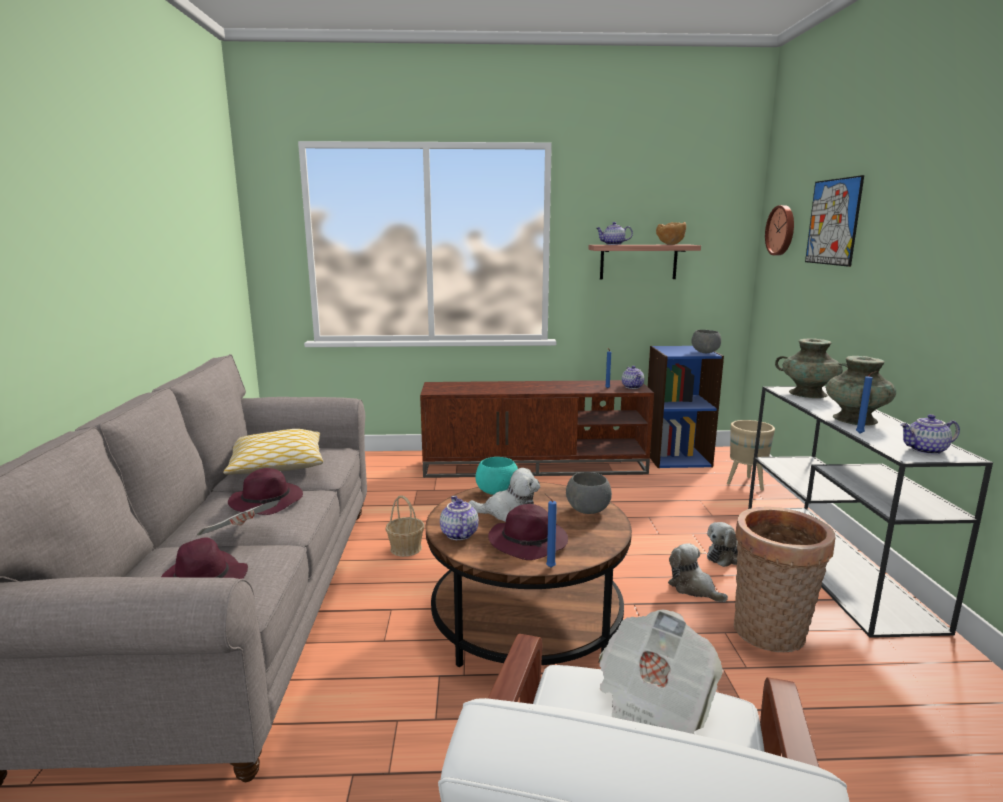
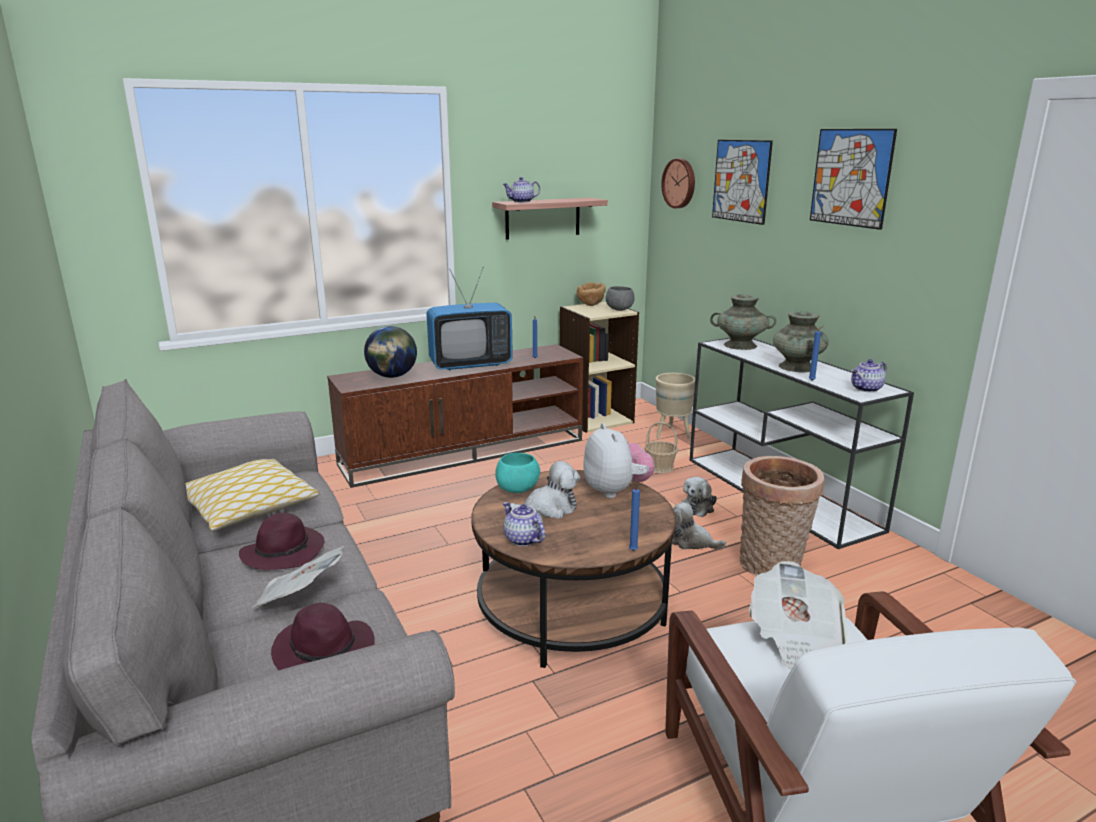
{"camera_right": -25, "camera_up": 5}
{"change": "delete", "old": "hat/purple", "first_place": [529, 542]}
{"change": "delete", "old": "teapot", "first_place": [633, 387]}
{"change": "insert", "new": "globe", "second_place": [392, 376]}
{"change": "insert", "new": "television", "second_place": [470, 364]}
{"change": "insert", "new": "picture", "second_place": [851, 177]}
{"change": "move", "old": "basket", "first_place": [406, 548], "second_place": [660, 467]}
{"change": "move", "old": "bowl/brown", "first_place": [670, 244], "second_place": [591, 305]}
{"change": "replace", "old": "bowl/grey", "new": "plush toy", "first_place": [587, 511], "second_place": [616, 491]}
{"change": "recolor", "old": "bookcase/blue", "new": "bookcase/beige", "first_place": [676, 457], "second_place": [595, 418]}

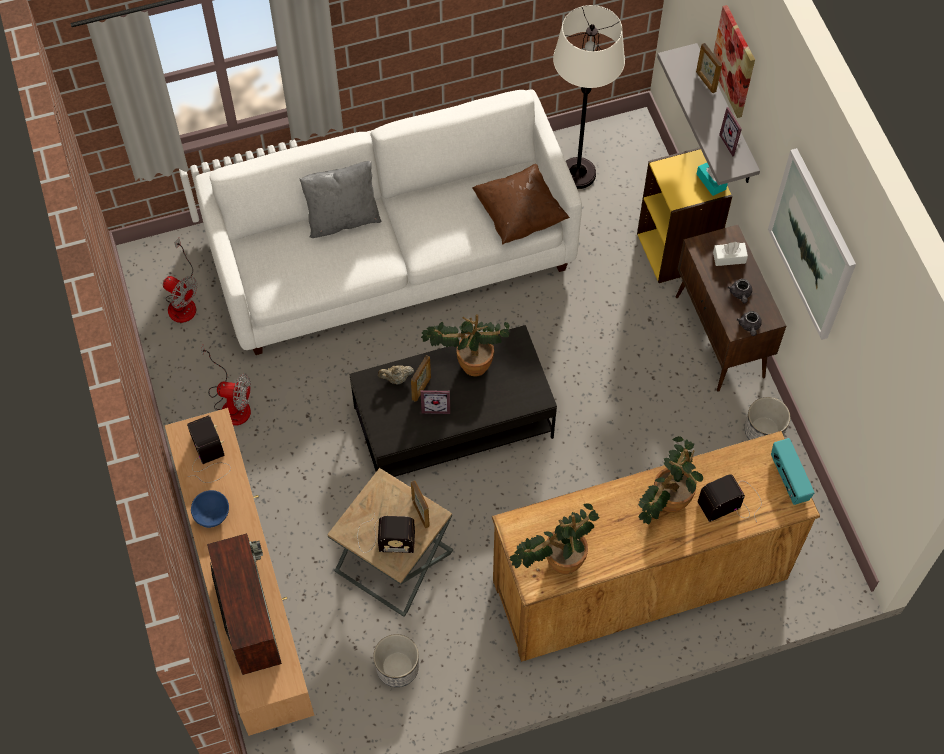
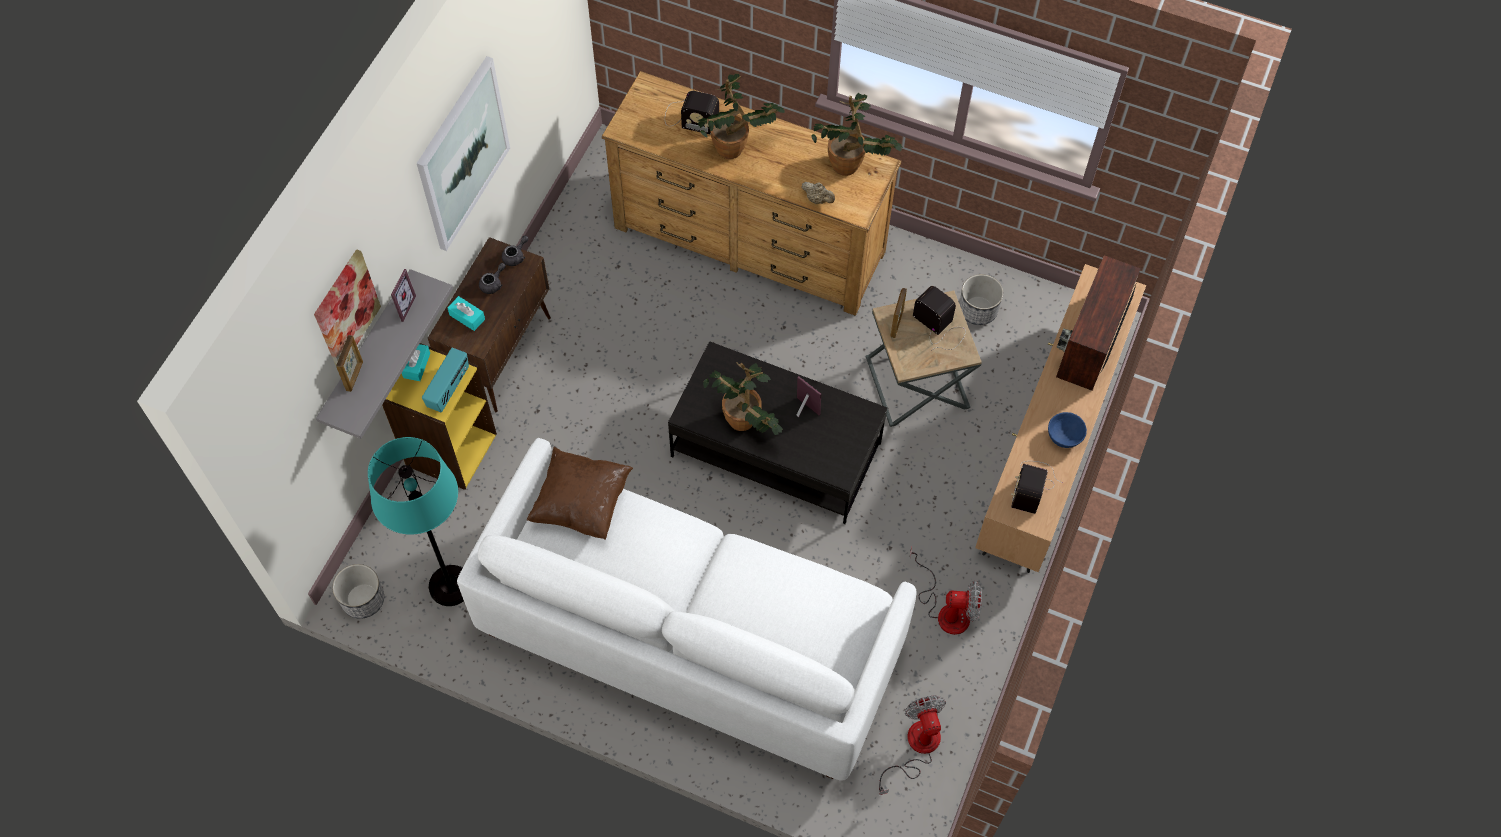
{"camera_right": -140, "camera_up": 0}
{"change": "delete", "old": "pillow/grey", "first_place": [342, 219]}
{"change": "delete", "old": "picture frame", "first_place": [421, 388]}
{"change": "move", "old": "teapot/beige", "first_place": [396, 379], "second_place": [818, 199]}
{"change": "move", "old": "planter", "first_place": [763, 431], "second_place": [363, 599]}
{"change": "move", "old": "radio", "first_place": [788, 479], "second_place": [449, 389]}
{"change": "recolor", "old": "floor lamp/white", "new": "floor lamp/turquoise", "first_place": [578, 173], "second_place": [450, 586]}
{"change": "recolor", "old": "tissue box/white", "new": "tissue box/turquoise", "first_place": [729, 258], "second_place": [467, 317]}
{"change": "rotate", "old": "fan", "first_place": [231, 403], "second_place": [946, 609], "degrees": 135}

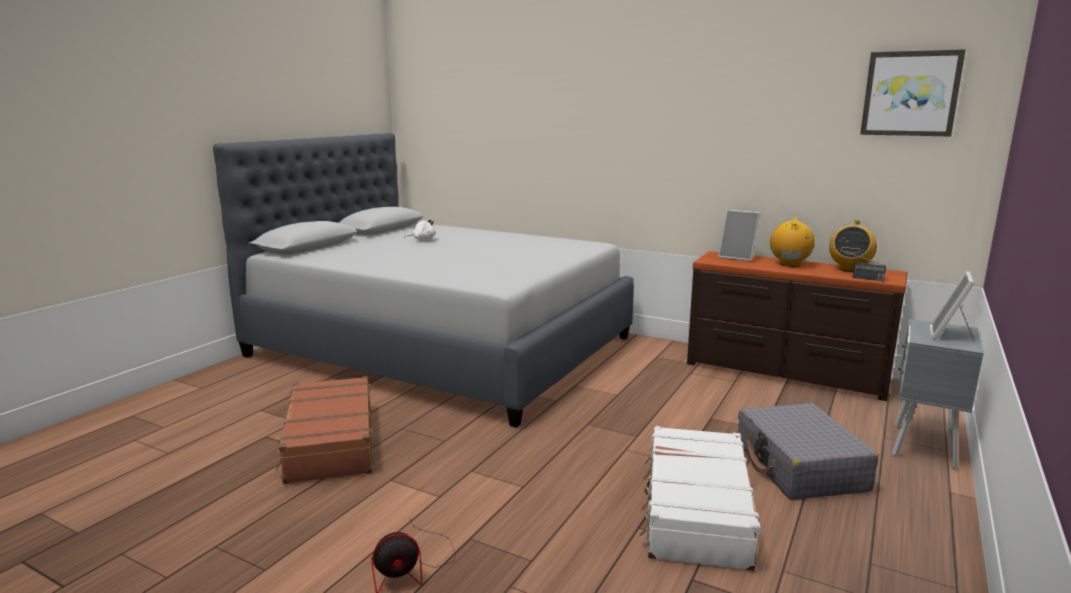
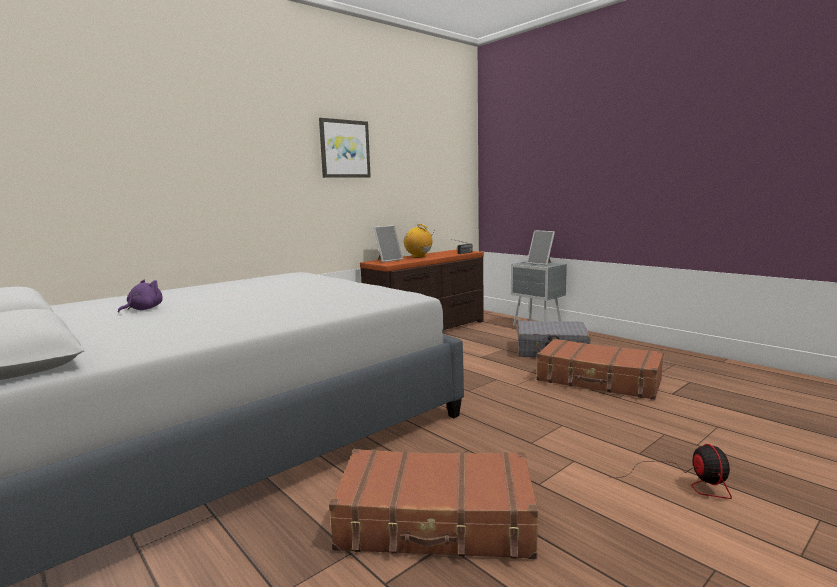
{"camera_right": -70, "camera_up": -5}
{"change": "delete", "old": "radio", "first_place": [849, 269]}
{"change": "move", "old": "picture", "first_place": [910, 93], "second_place": [344, 149]}
{"change": "recolor", "old": "plush toy/white", "new": "plush toy/purple", "first_place": [422, 240], "second_place": [143, 309]}
{"change": "recolor", "old": "suitcase/white", "new": "suitcase/brown", "first_place": [695, 510], "second_place": [598, 380]}

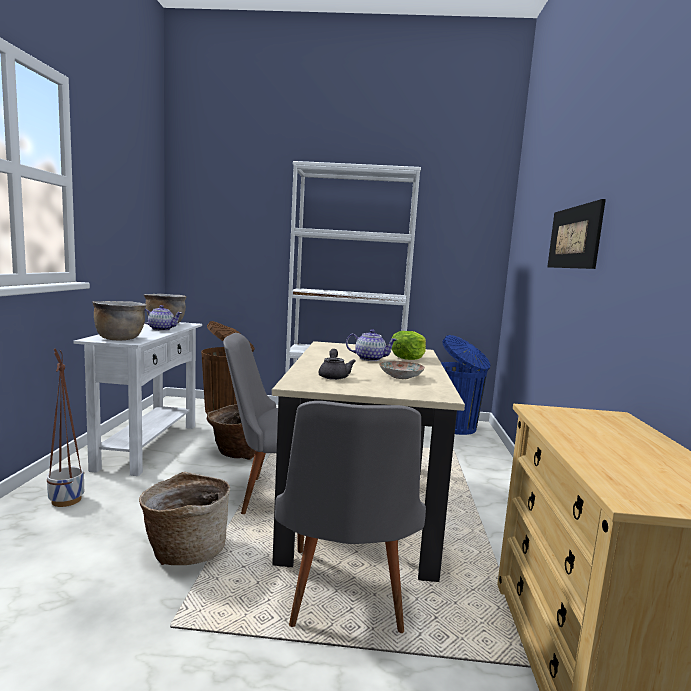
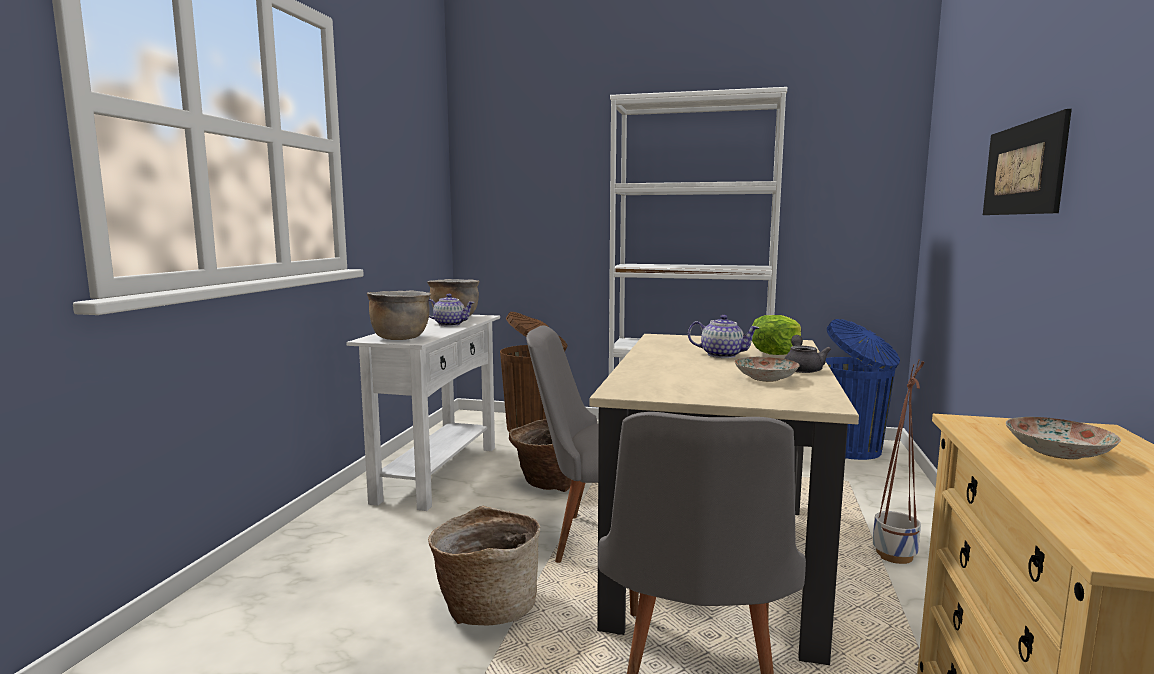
{"camera_right": 10, "camera_up": 0}
{"change": "insert", "new": "plate", "second_place": [1059, 452]}
{"change": "move", "old": "planter", "first_place": [67, 500], "second_place": [895, 555]}
{"change": "move", "old": "teapot/grey", "first_place": [334, 376], "second_place": [802, 369]}

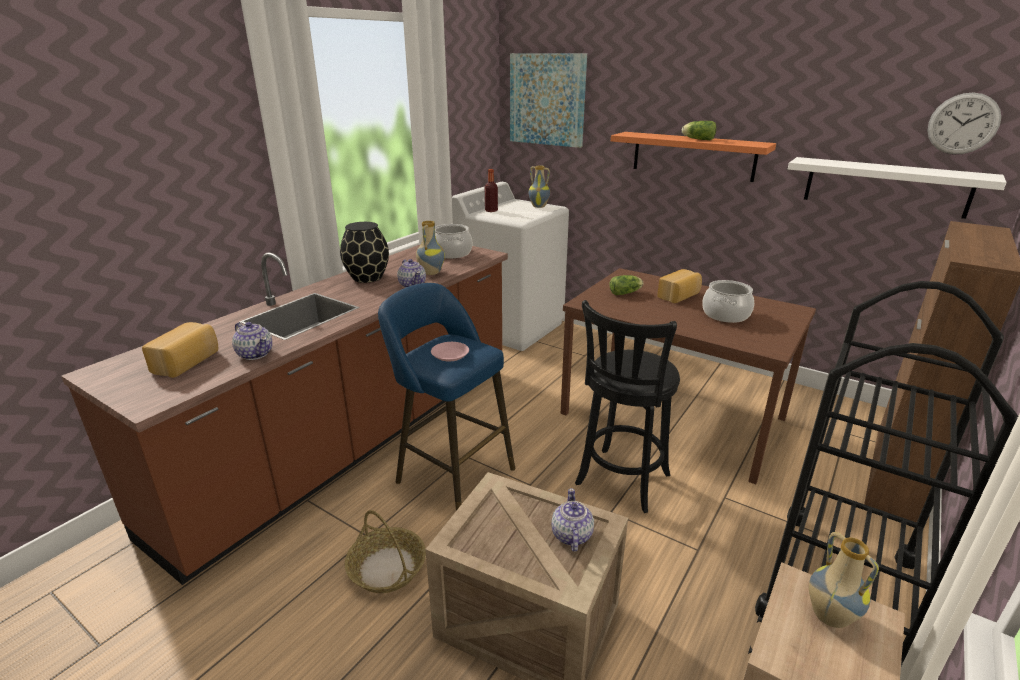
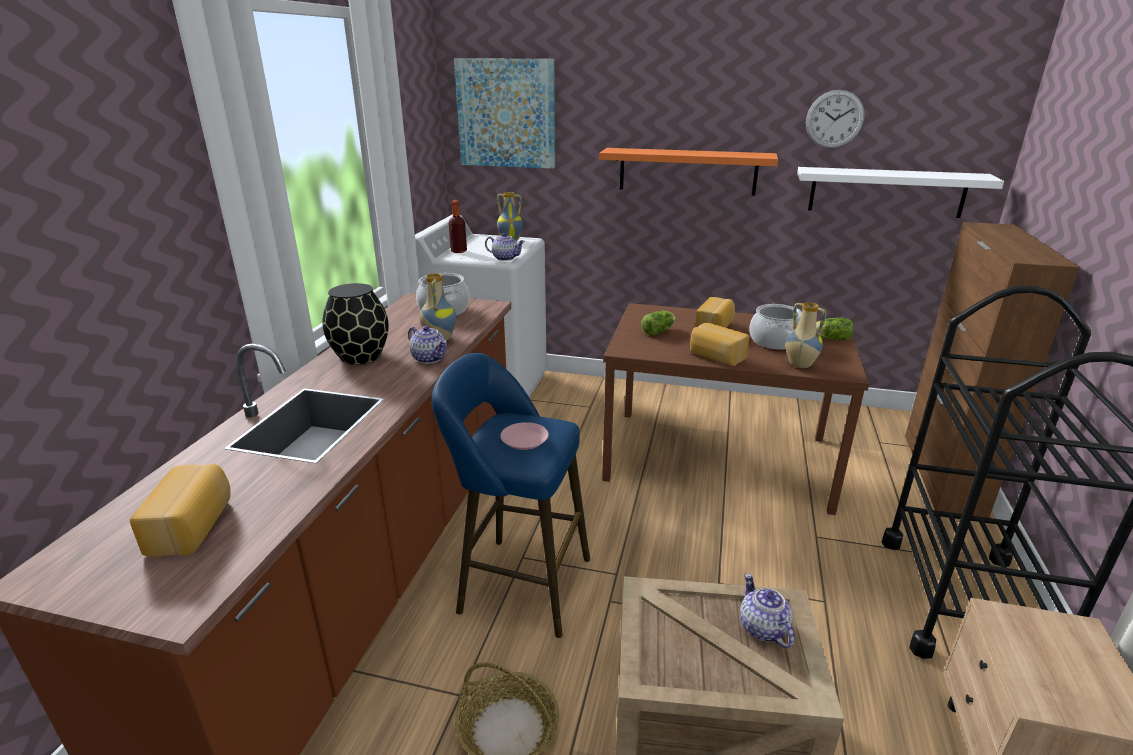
{"camera_right": -20, "camera_up": 0}
{"change": "delete", "old": "stool/black", "first_place": [620, 482]}
{"change": "insert", "new": "bread", "second_place": [716, 356]}
{"change": "move", "old": "teapot", "first_place": [255, 354], "second_place": [505, 258]}
{"change": "move", "old": "lettuce", "first_place": [697, 139], "second_place": [829, 339]}
{"change": "move", "old": "vase", "first_place": [828, 616], "second_place": [799, 365]}
{"change": "move", "old": "wall clock", "first_place": [963, 124], "second_place": [834, 119]}

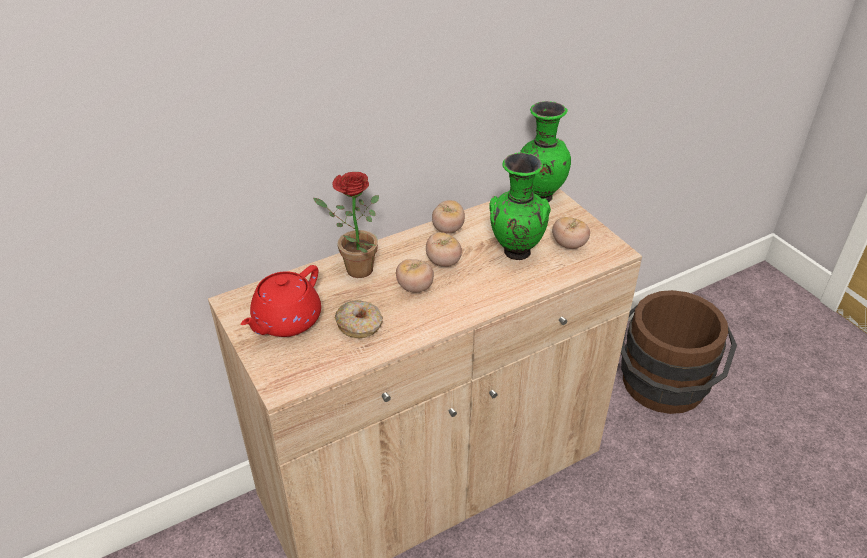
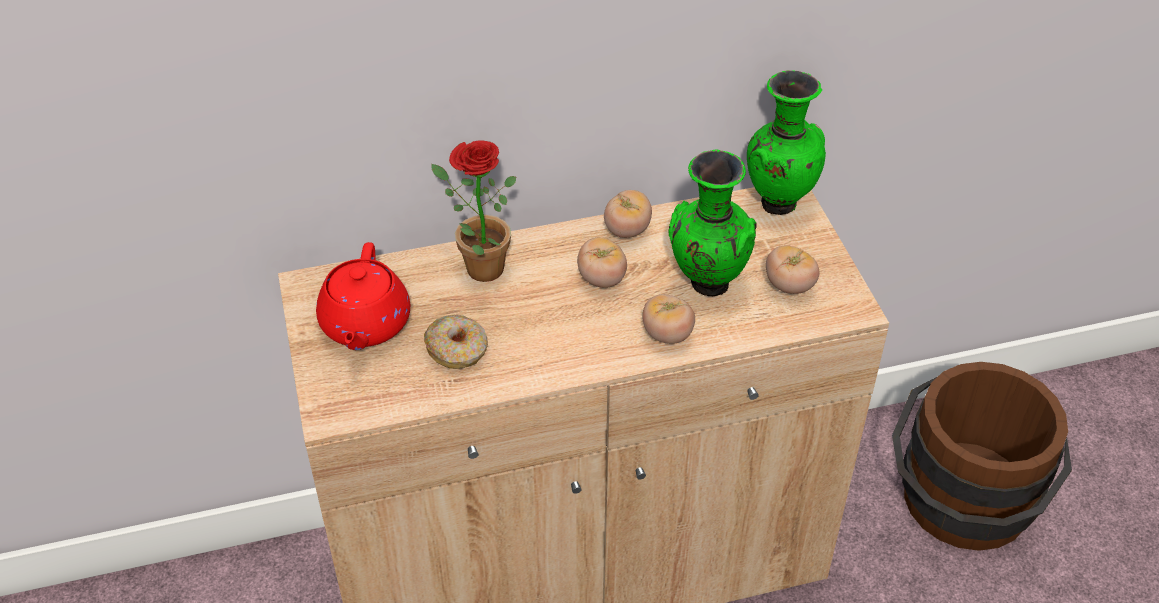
{"camera_right": 15, "camera_up": 5}
{"change": "move", "old": "tomato", "first_place": [415, 287], "second_place": [667, 334]}
{"change": "rotate", "old": "teapot/red", "first_place": [286, 321], "second_place": [365, 325], "degrees": -45}

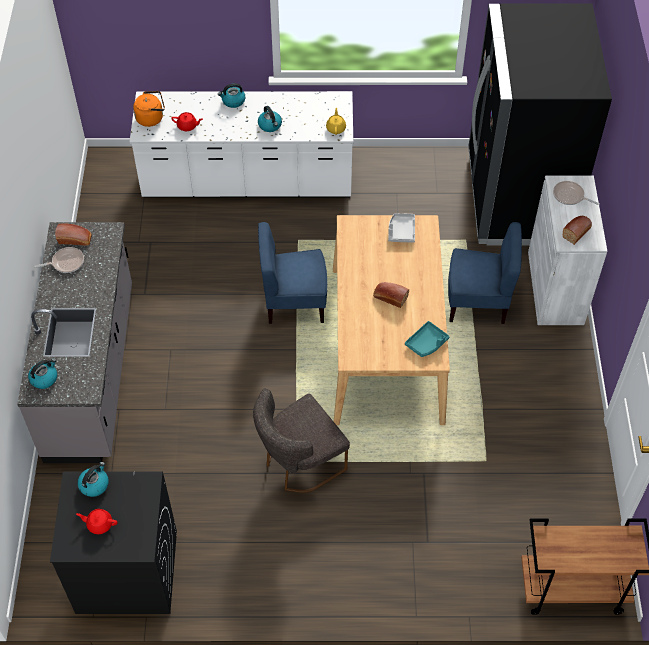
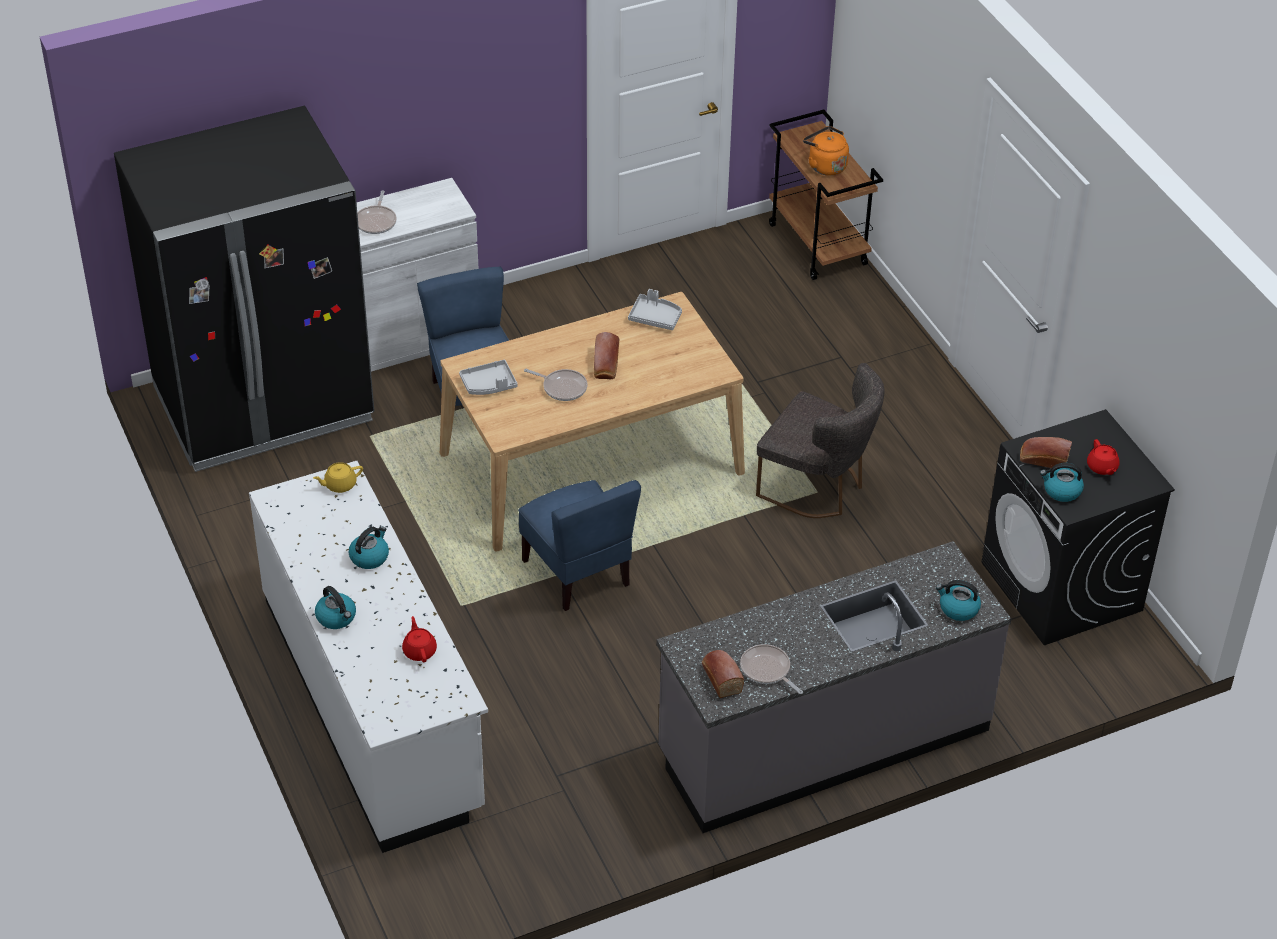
{"camera_right": -115, "camera_up": -10}
{"change": "insert", "new": "frying pan", "second_place": [562, 387]}
{"change": "move", "old": "kettle/orange", "first_place": [151, 118], "second_place": [825, 166]}
{"change": "move", "old": "bread", "first_place": [577, 232], "second_place": [1043, 459]}
{"change": "recolor", "old": "tray/turquoise", "new": "tray/grey", "first_place": [426, 343], "second_place": [655, 317]}

